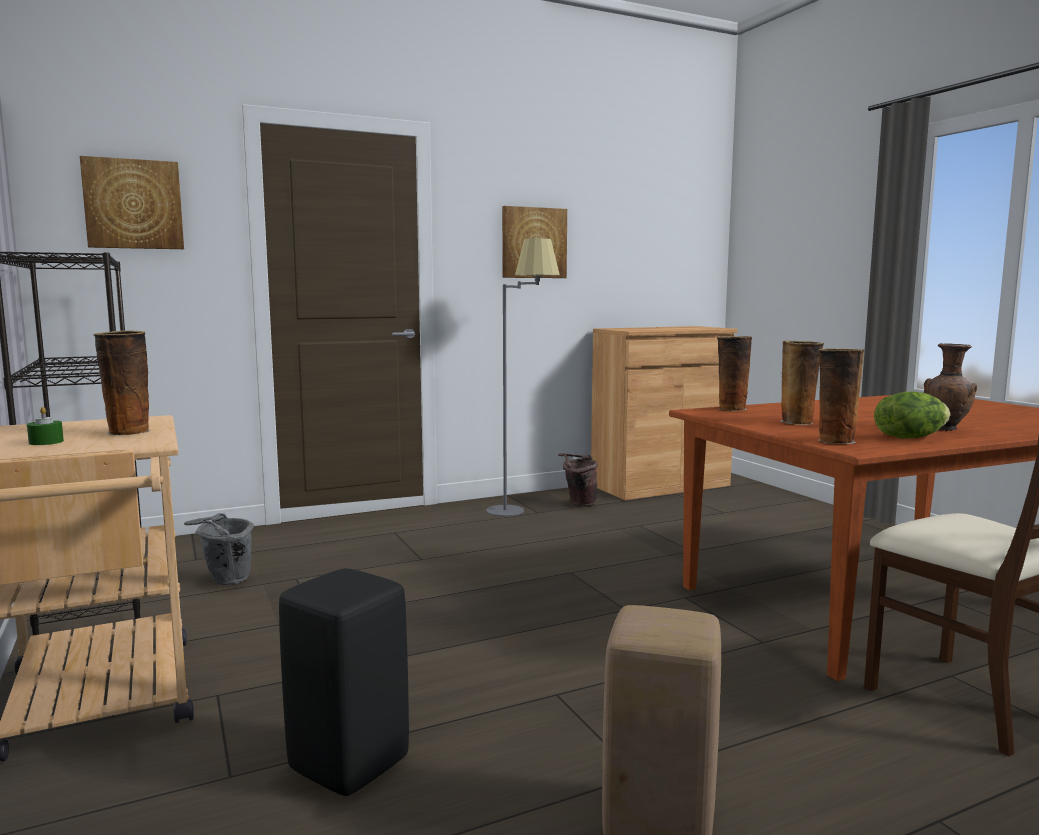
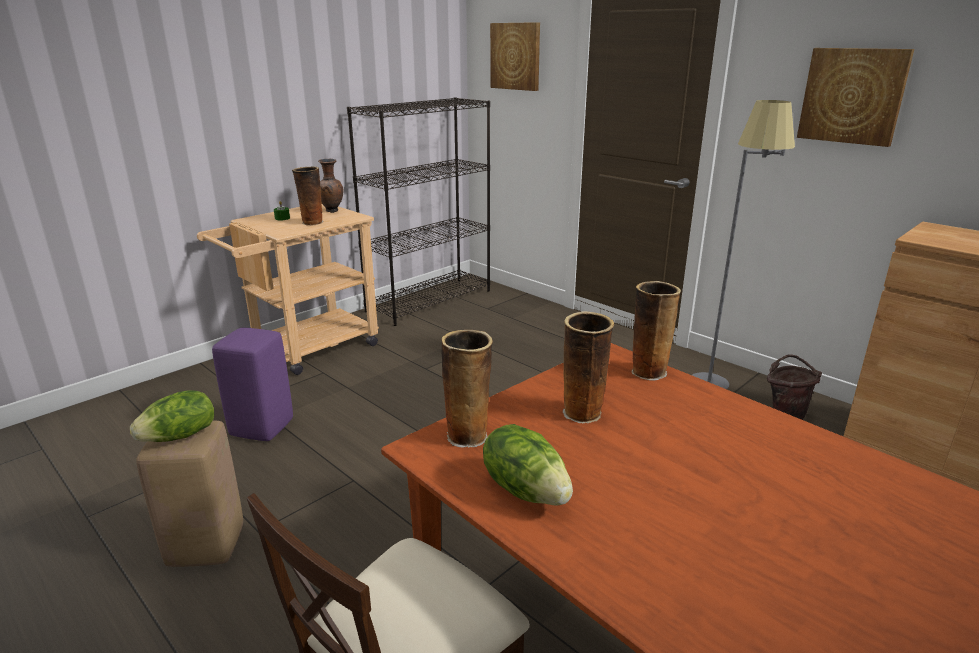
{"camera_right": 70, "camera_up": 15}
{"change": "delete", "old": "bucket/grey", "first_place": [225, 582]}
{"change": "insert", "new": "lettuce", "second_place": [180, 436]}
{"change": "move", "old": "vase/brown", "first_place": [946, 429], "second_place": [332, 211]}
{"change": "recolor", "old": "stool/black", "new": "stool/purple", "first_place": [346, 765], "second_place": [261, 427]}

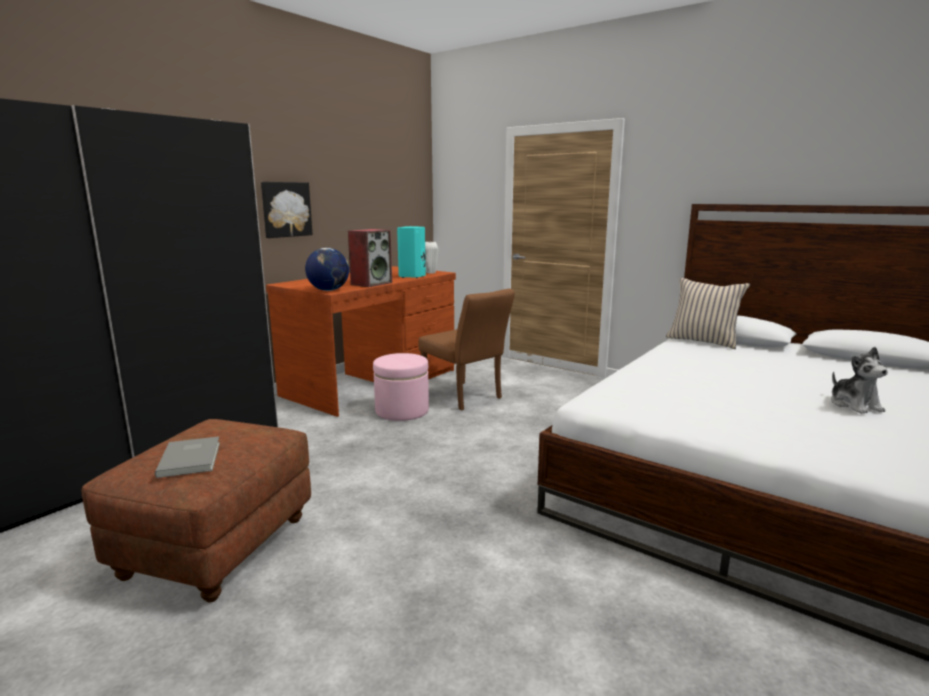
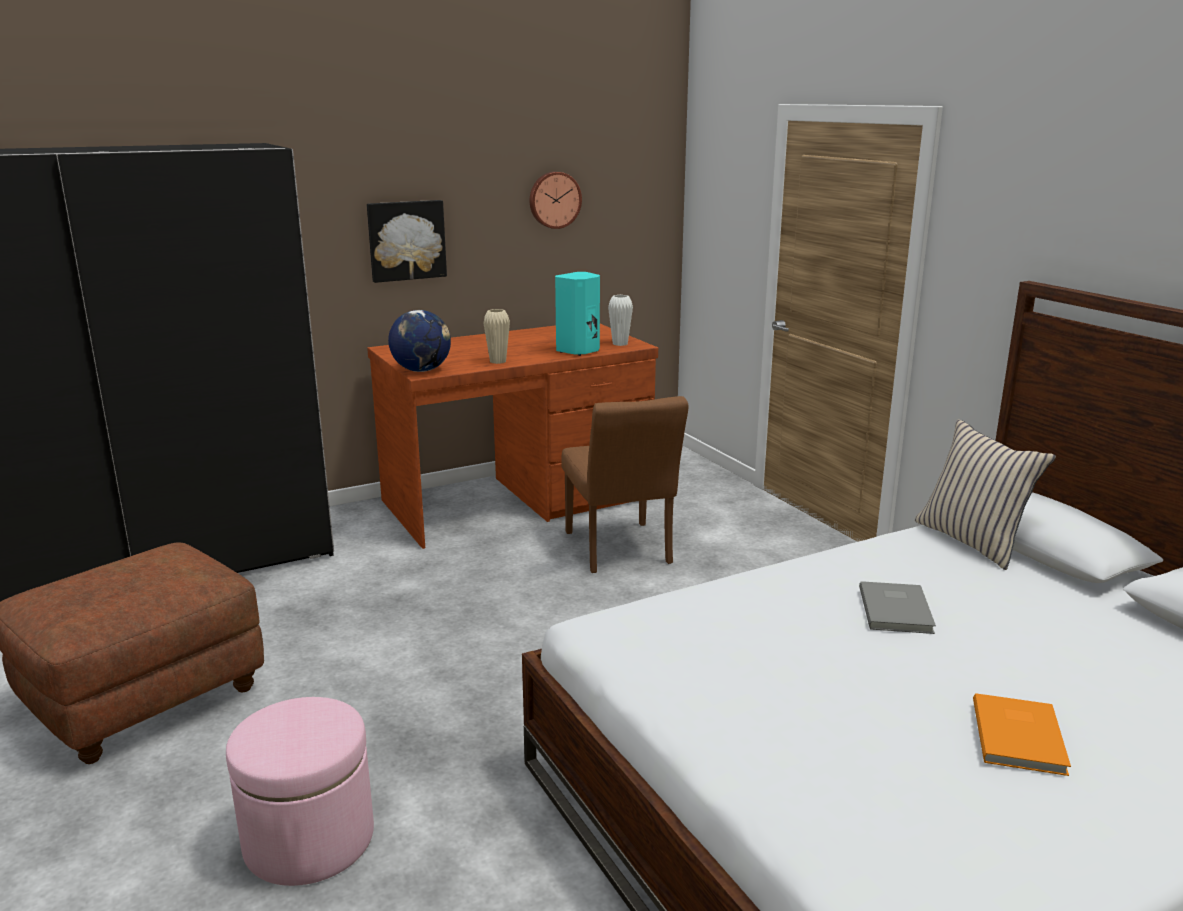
{"camera_right": 25, "camera_up": 5}
{"change": "insert", "new": "wall clock", "second_place": [554, 200]}
{"change": "move", "old": "book/grey", "first_place": [192, 458], "second_place": [897, 609]}
{"change": "move", "old": "ottoman/pink", "first_place": [402, 411], "second_place": [309, 839]}
{"change": "replace", "old": "speaker", "new": "vase/beige", "first_place": [371, 283], "second_place": [498, 361]}
{"change": "replace", "old": "plush toy", "new": "book/orange", "first_place": [854, 405], "second_place": [1021, 736]}

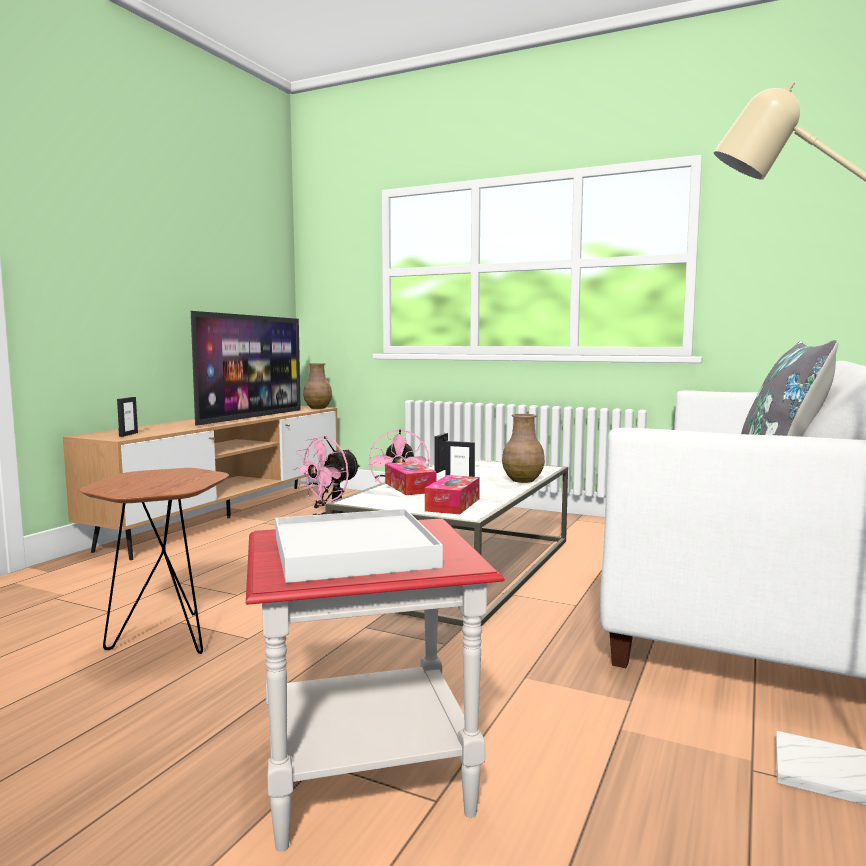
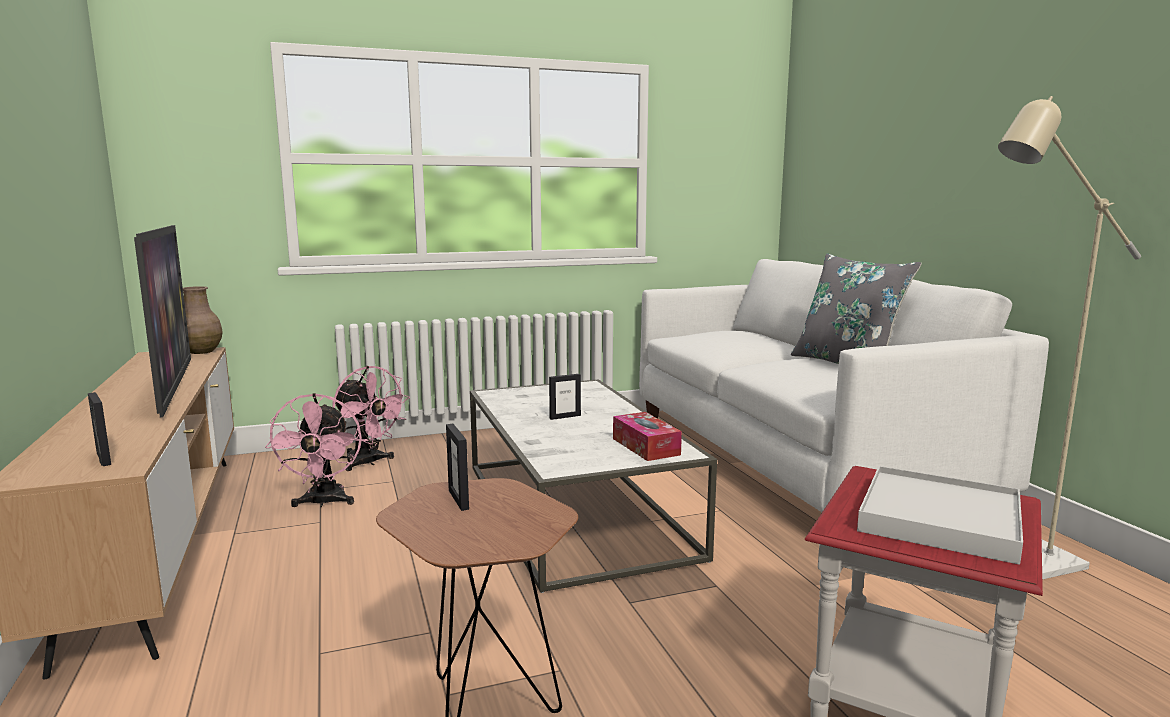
{"camera_right": -45, "camera_up": 5}
{"change": "delete", "old": "tissue box", "first_place": [410, 487]}
{"change": "delete", "old": "vase/brown", "first_place": [523, 480]}
{"change": "move", "old": "picture frame", "first_place": [441, 470], "second_place": [459, 499]}

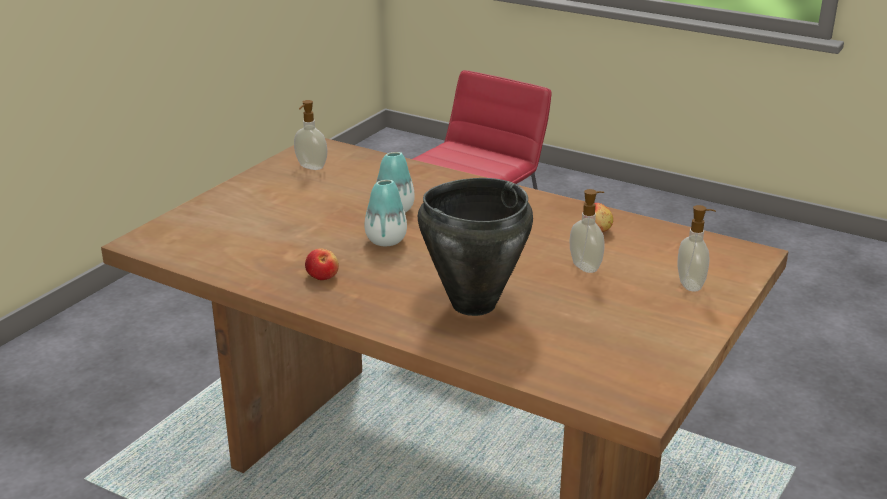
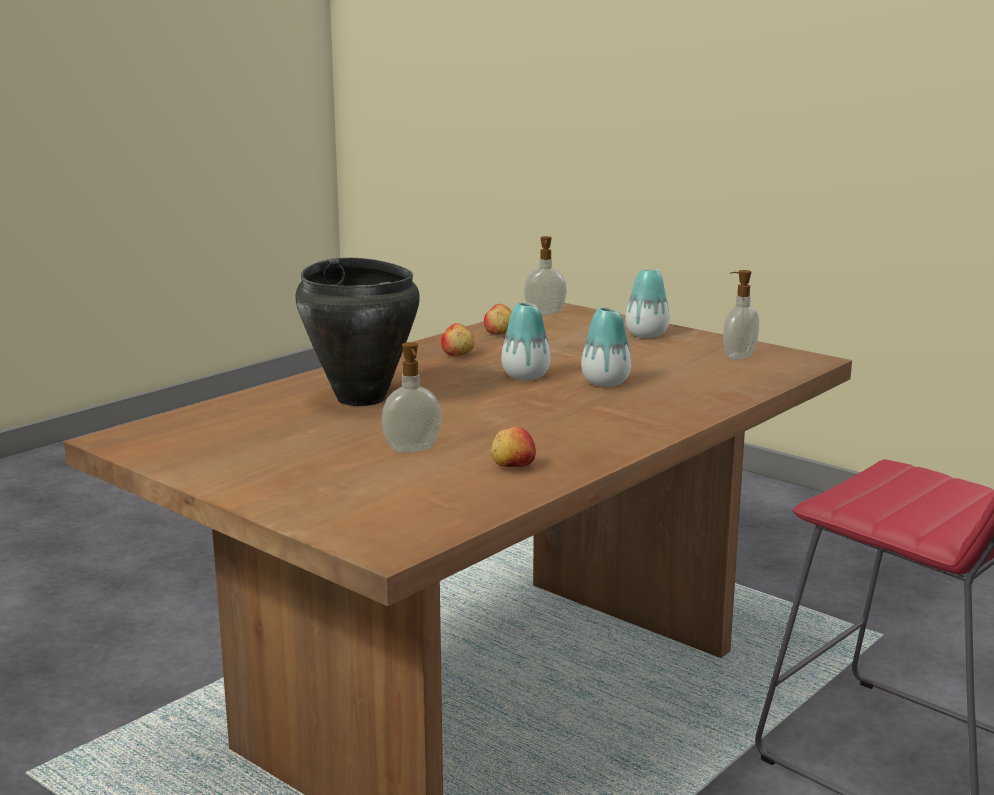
{"camera_right": 100, "camera_up": -10}
{"change": "insert", "new": "apple", "second_place": [499, 333]}
{"change": "insert", "new": "vase", "second_place": [646, 334]}
{"change": "move", "old": "soap dispenser", "first_place": [691, 285], "second_place": [545, 313]}

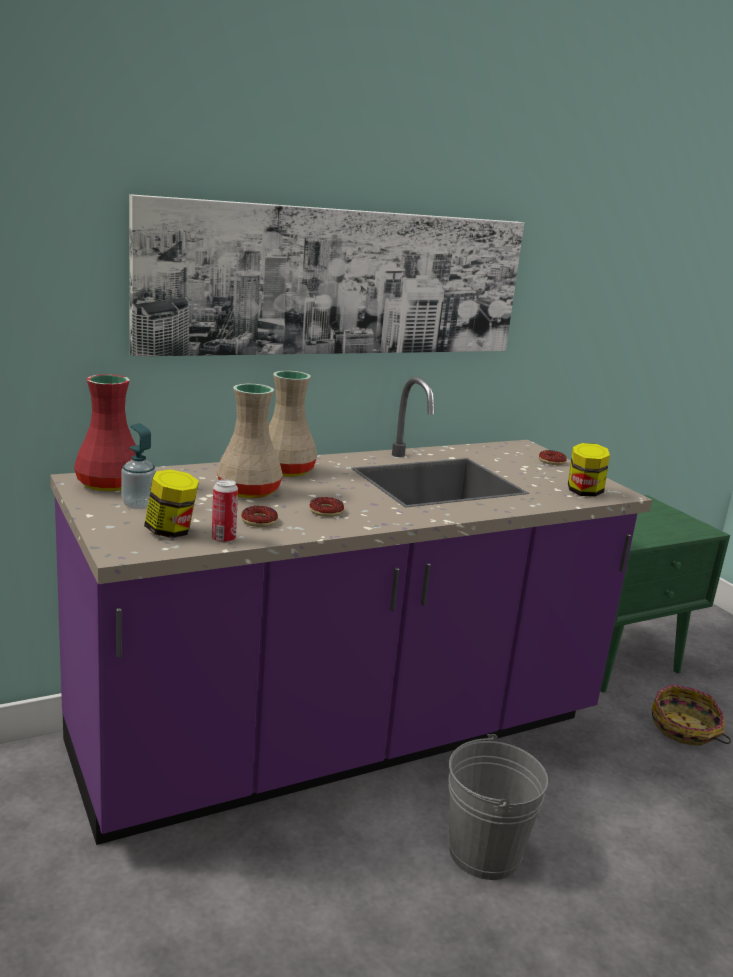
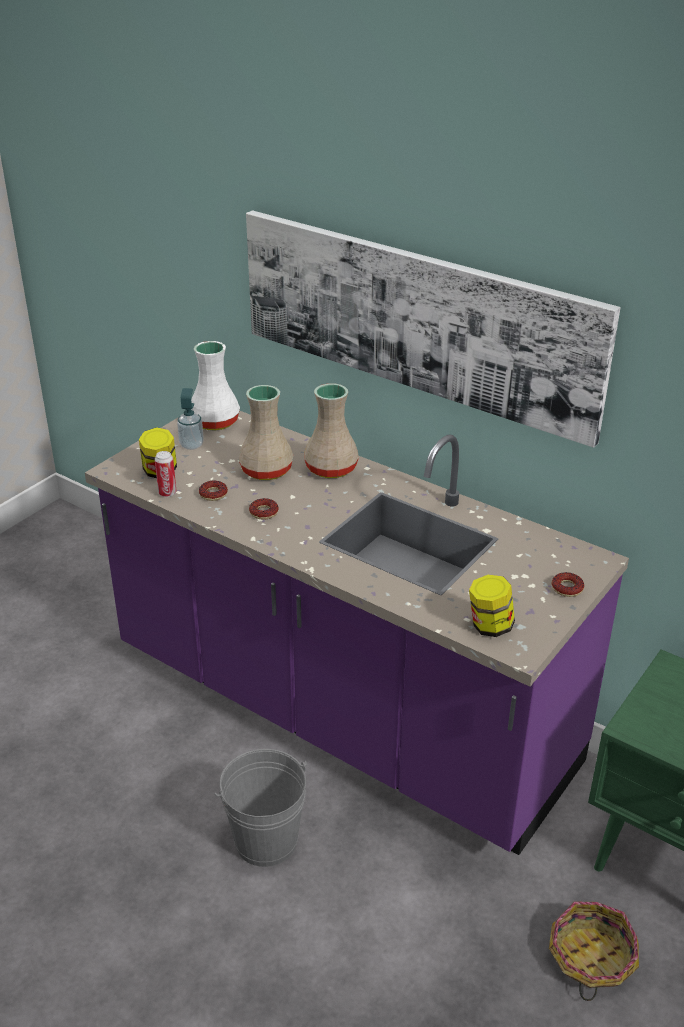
{"camera_right": 65, "camera_up": 15}
{"change": "recolor", "old": "vase/red", "new": "vase/white", "first_place": [107, 484], "second_place": [214, 422]}

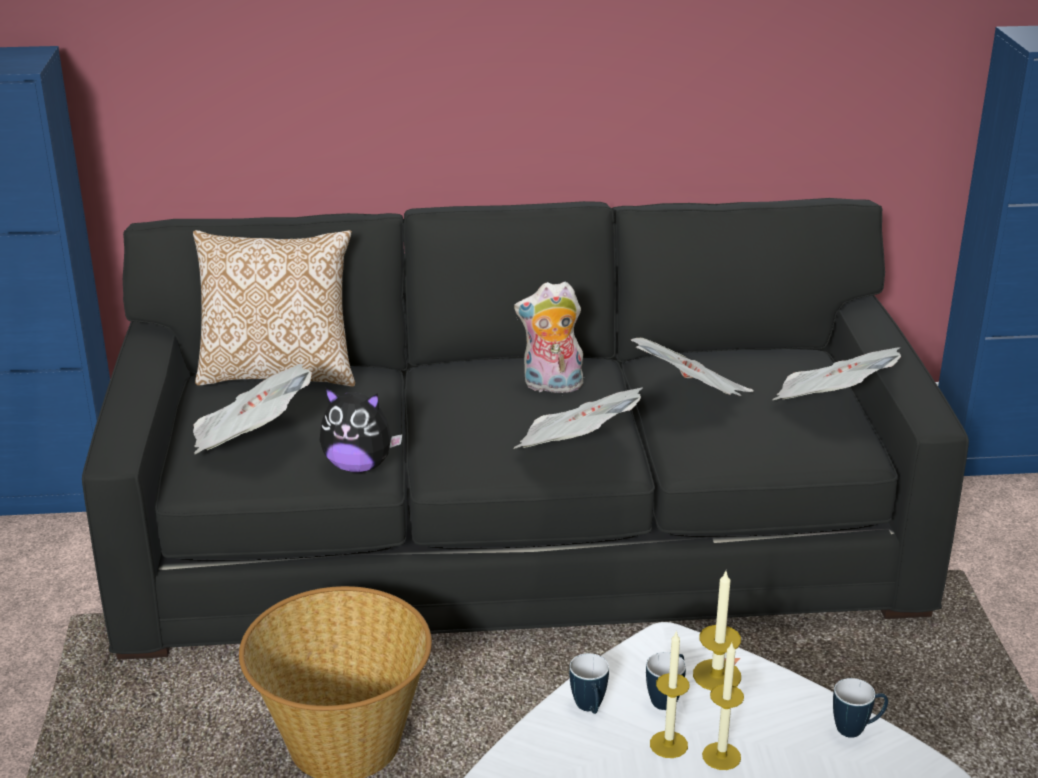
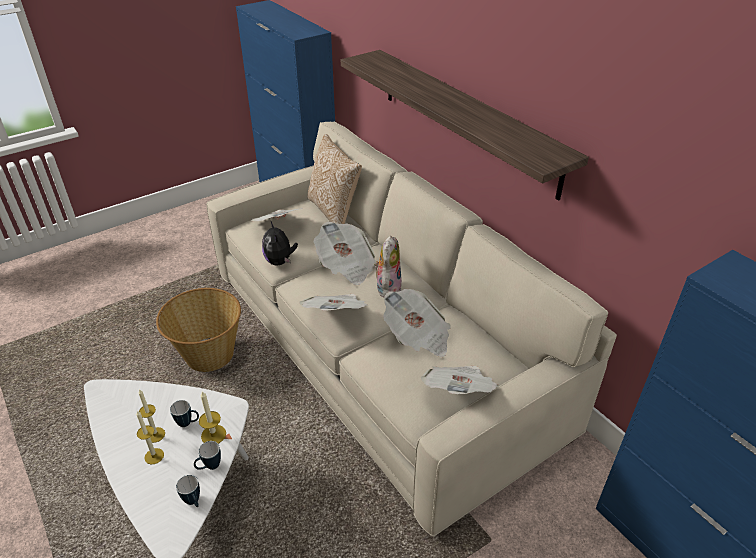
{"camera_right": 60, "camera_up": 10}
{"change": "insert", "new": "newspaper", "second_place": [346, 266]}
{"change": "insert", "new": "shelf", "second_place": [466, 119]}
{"change": "move", "old": "mug", "first_place": [590, 709], "second_place": [209, 467]}
{"change": "recolor", "old": "sofa/black", "new": "sofa/beige", "first_place": [521, 539], "second_place": [378, 347]}
{"change": "rotate", "old": "plush toy", "first_place": [551, 386], "second_place": [387, 287], "degrees": 45}

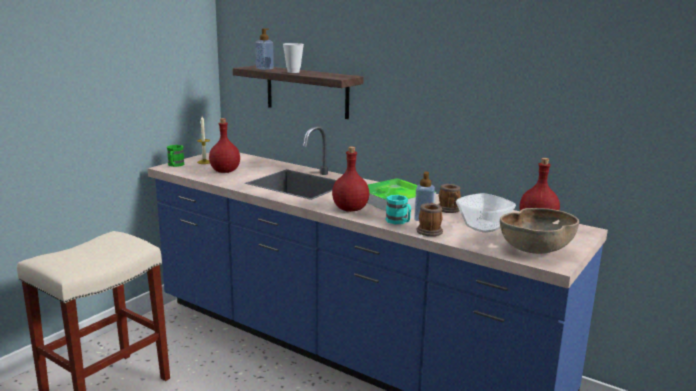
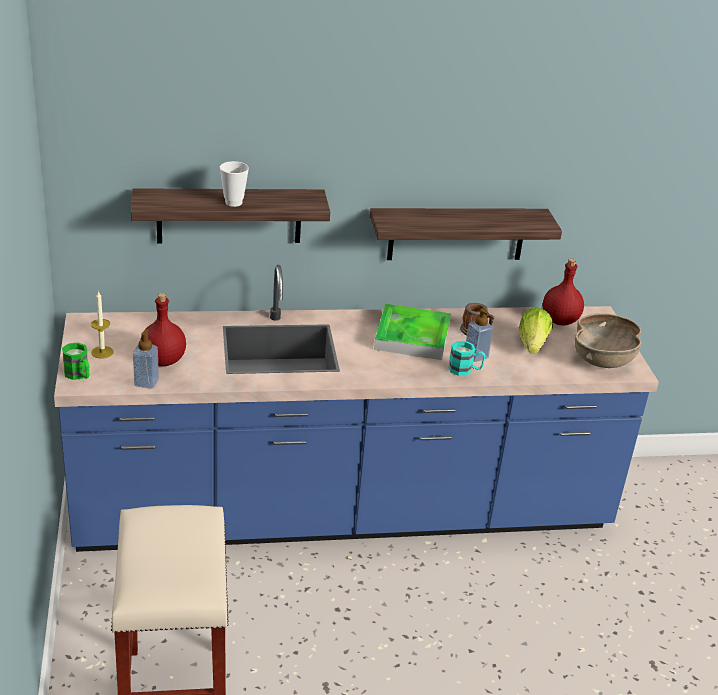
{"camera_right": -45, "camera_up": 15}
{"change": "delete", "old": "bottle/red", "first_place": [350, 209]}
{"change": "delete", "old": "mug", "first_place": [429, 230]}
{"change": "insert", "new": "shelf", "second_place": [456, 233]}
{"change": "move", "old": "soap dispenser", "first_place": [264, 69], "second_place": [146, 382]}
{"change": "replace", "old": "bowl", "new": "lettuce", "first_place": [484, 227], "second_place": [532, 345]}

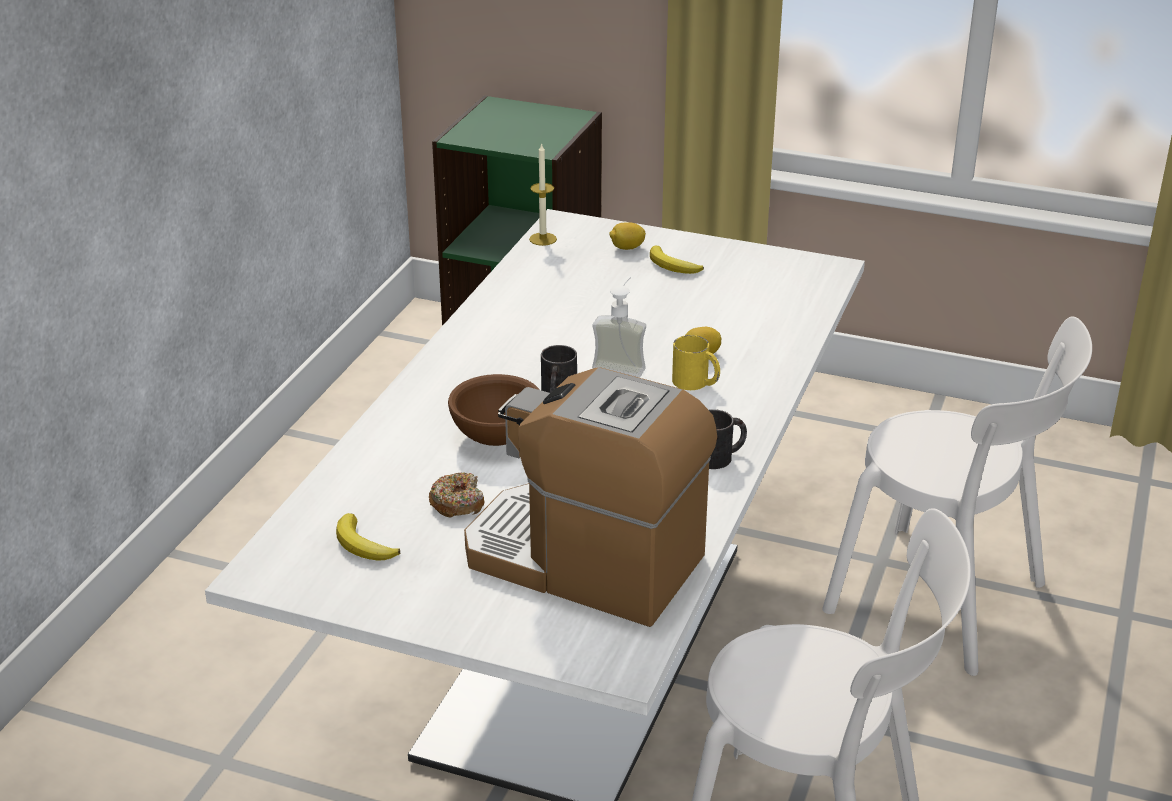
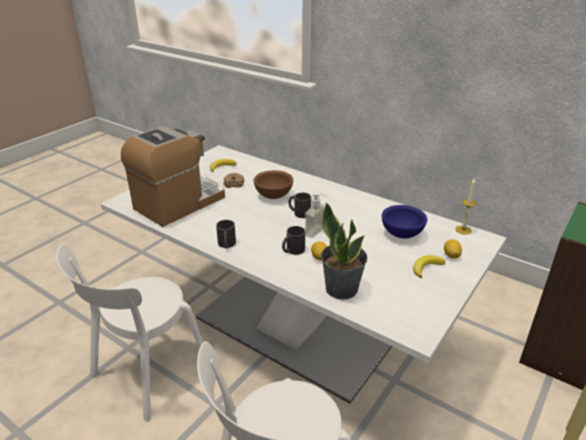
{"camera_right": 105, "camera_up": 0}
{"change": "insert", "new": "potted plant", "second_place": [341, 288]}
{"change": "insert", "new": "bowl/blue", "second_place": [401, 233]}
{"change": "recolor", "old": "mug/yellow", "new": "mug/black", "first_place": [696, 383], "second_place": [292, 251]}

